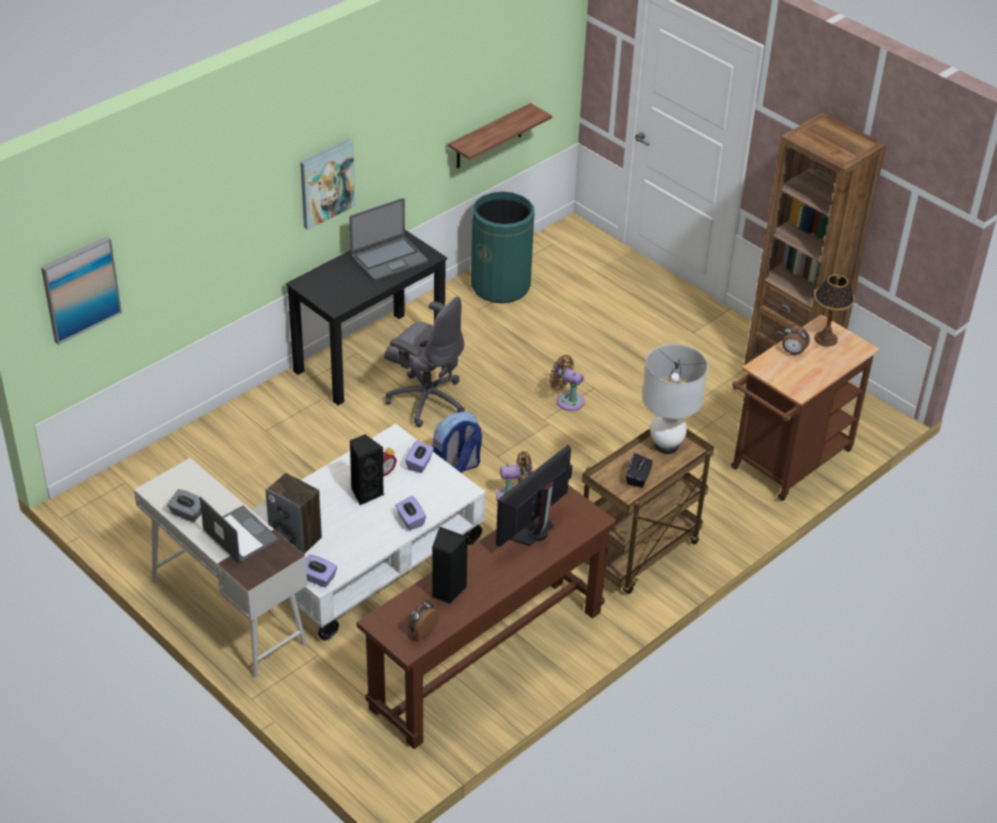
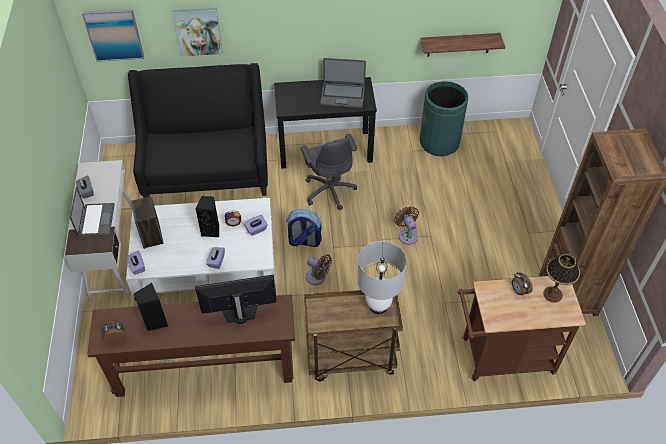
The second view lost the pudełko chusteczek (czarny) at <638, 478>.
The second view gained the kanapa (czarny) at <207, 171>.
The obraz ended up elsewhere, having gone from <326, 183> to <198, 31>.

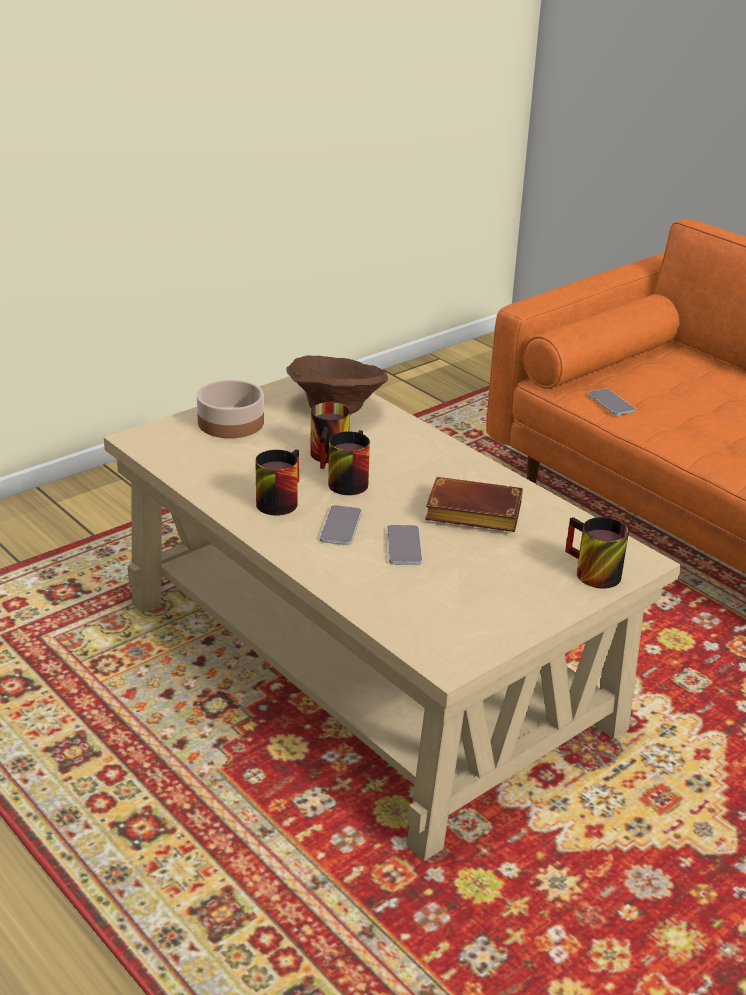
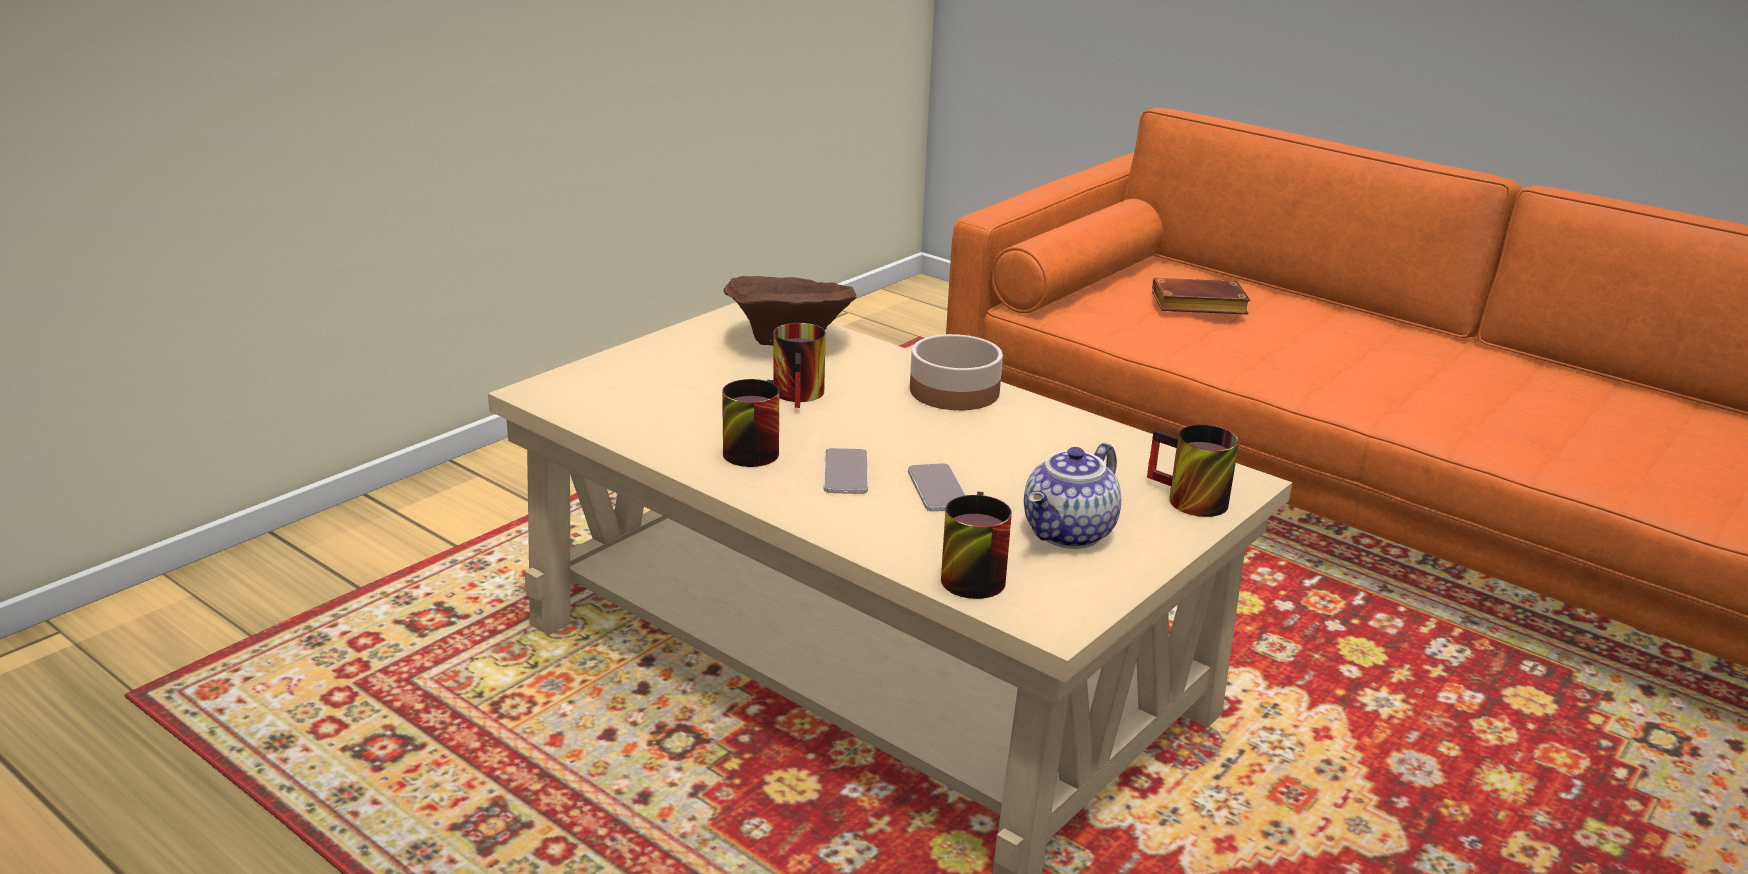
The second view lost the telefon at <611, 403>.
The second view gained the imbryk at <1070, 534>.
The miska ended up elsewhere, having gone from <230, 422> to <953, 391>.
The kubek ended up elsewhere, having gone from <346, 480> to <967, 574>.
The książka (brązowy) ended up elsewhere, having gone from <470, 514> to <1196, 306>.

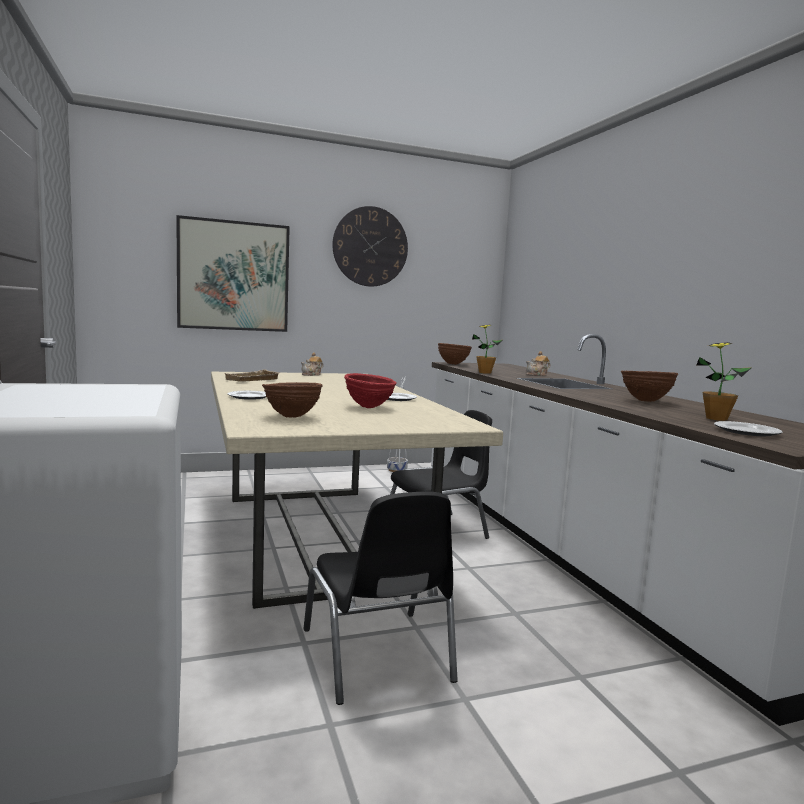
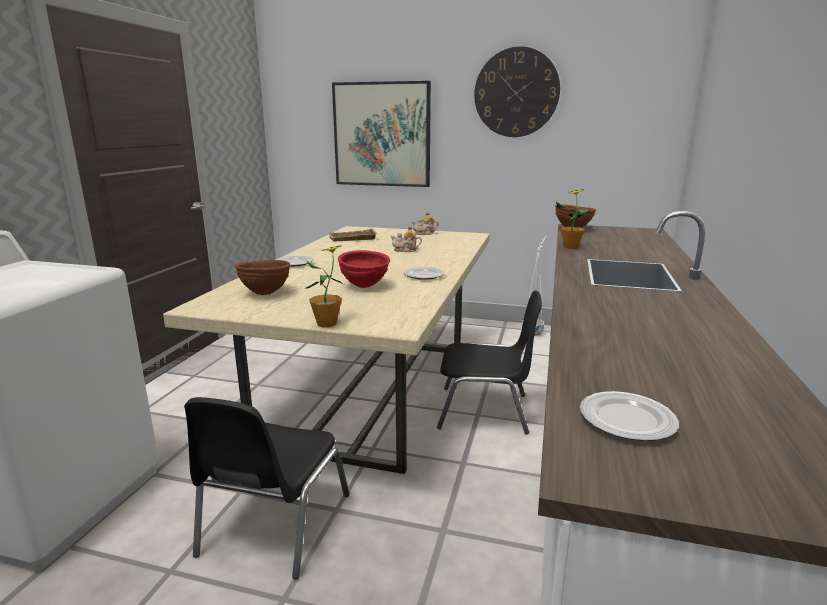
The second view lost the miska (brązowy) at <645, 401>.
The imbryk ended up elsewhere, having gone from <537, 375> to <406, 250>.
The roślina doniczkowa ended up elsewhere, having gone from <716, 418> to <327, 324>.

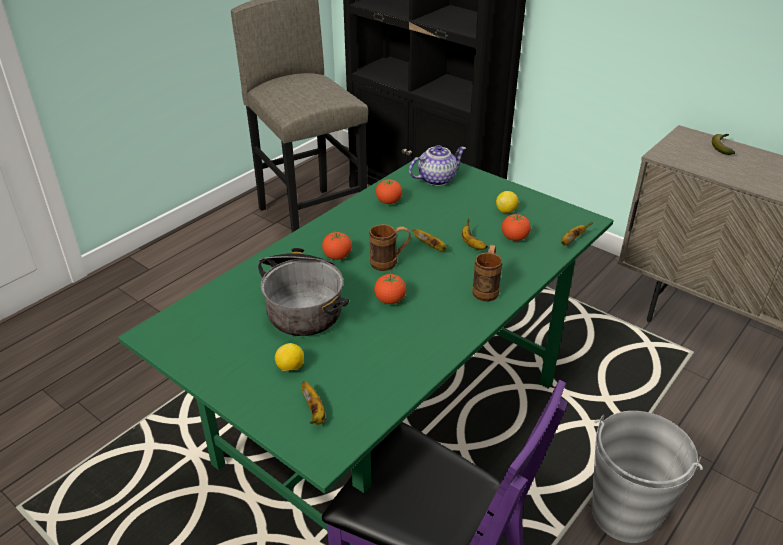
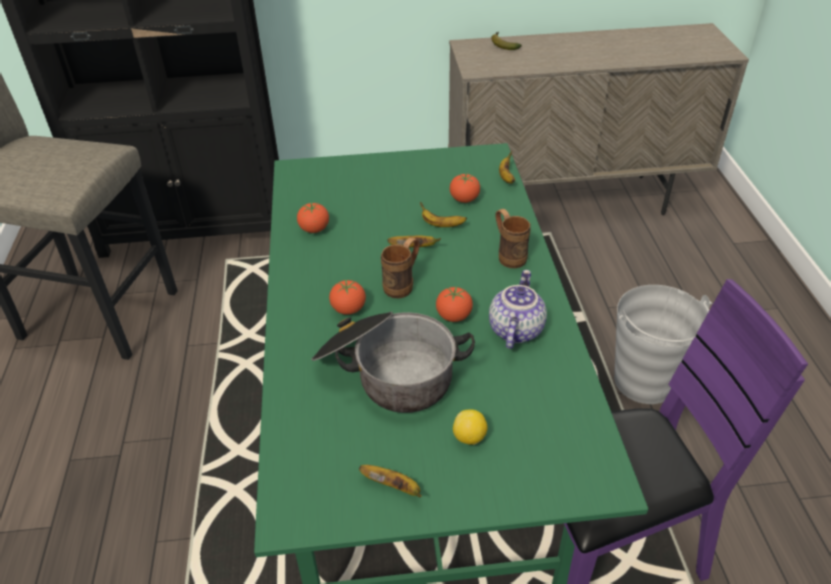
The second view lost the cytryna at <506, 211>.
The banan ended up elsewhere, having gone from <314, 411> to <393, 487>.
The imbryk ended up elsewhere, having gone from <436, 179> to <514, 329>.

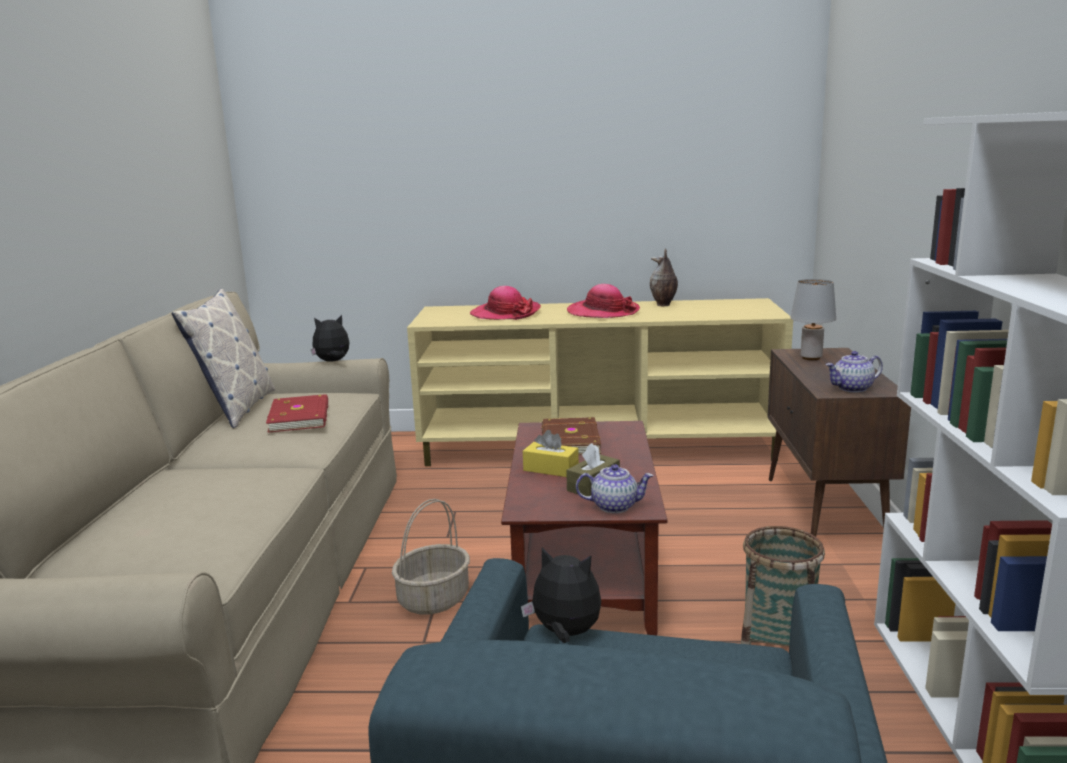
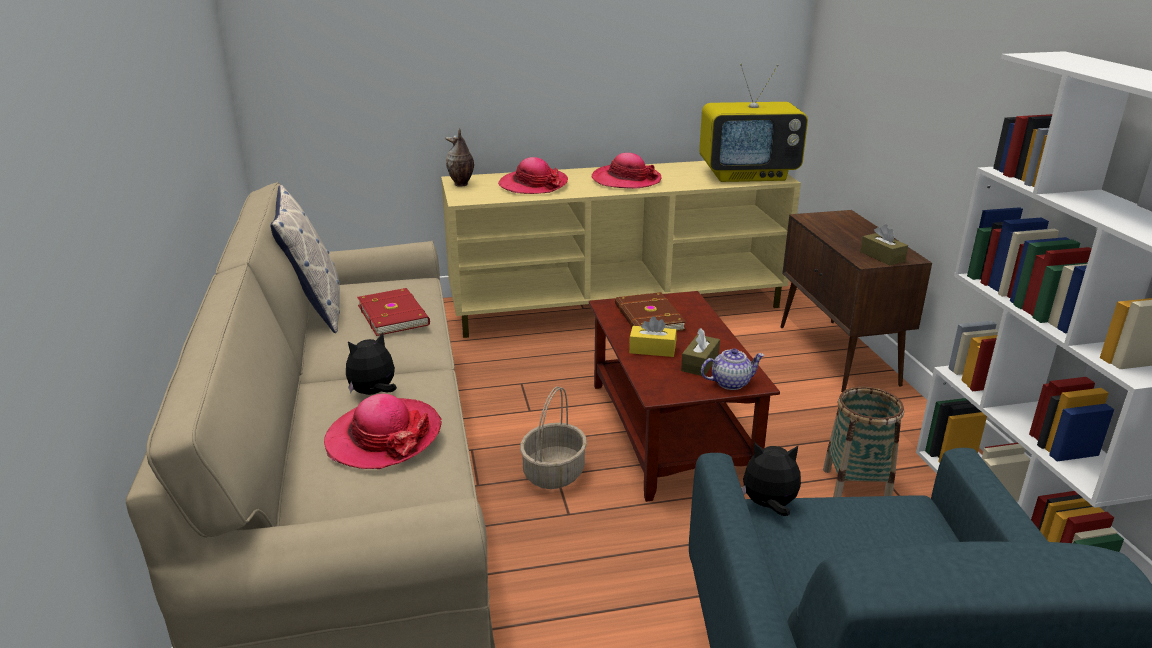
The second view lost the lampa stołowa (szary) at <810, 358>.
The second view gained the kapelusz at <383, 437>.
The second view gained the telewizor at <748, 175>.
The pluszak ended up elsewhere, having gone from <333, 361> to <374, 393>.
The wazon ended up elsewhere, having gone from <663, 305> to <461, 184>.
Where the imbryk stood at <852, 388>, the pudełko chusteczek (brązowy) came to stand at <882, 256>.

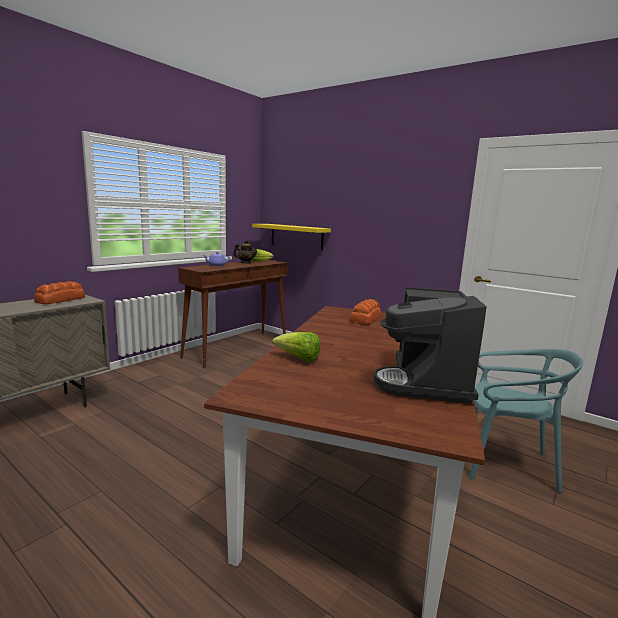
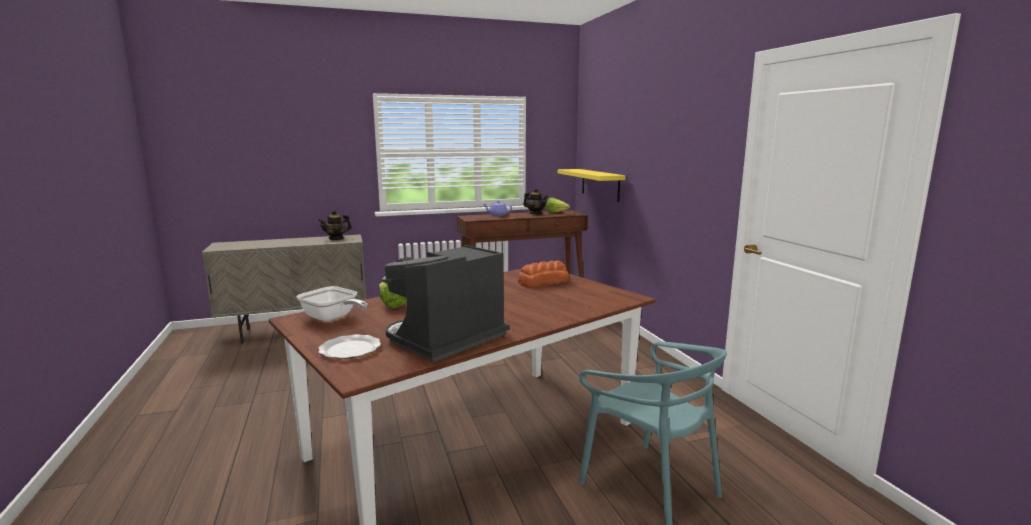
The second view gained the patelnia at <332, 318>.
The second view gained the talerz at <349, 349>.
Where the chleb stood at <61, 300>, the imbryk came to stand at <336, 238>.

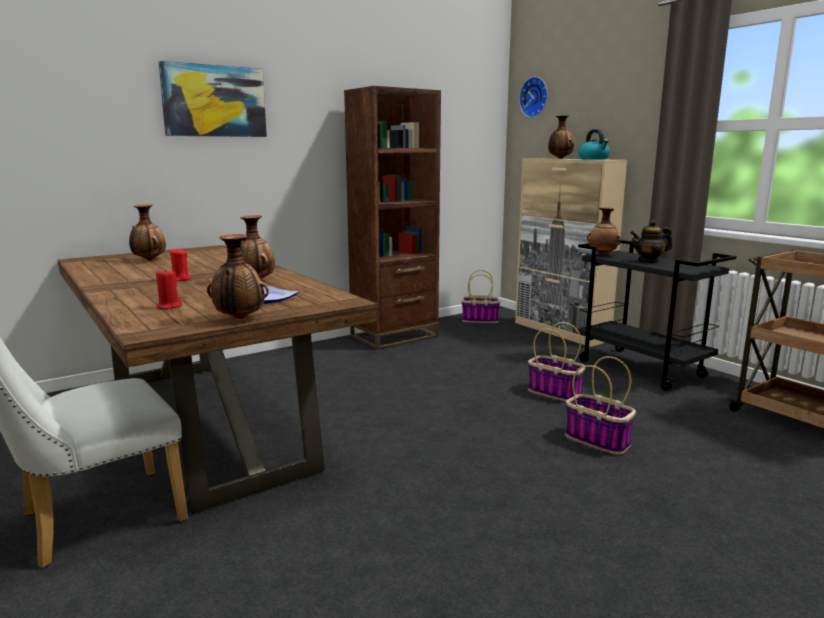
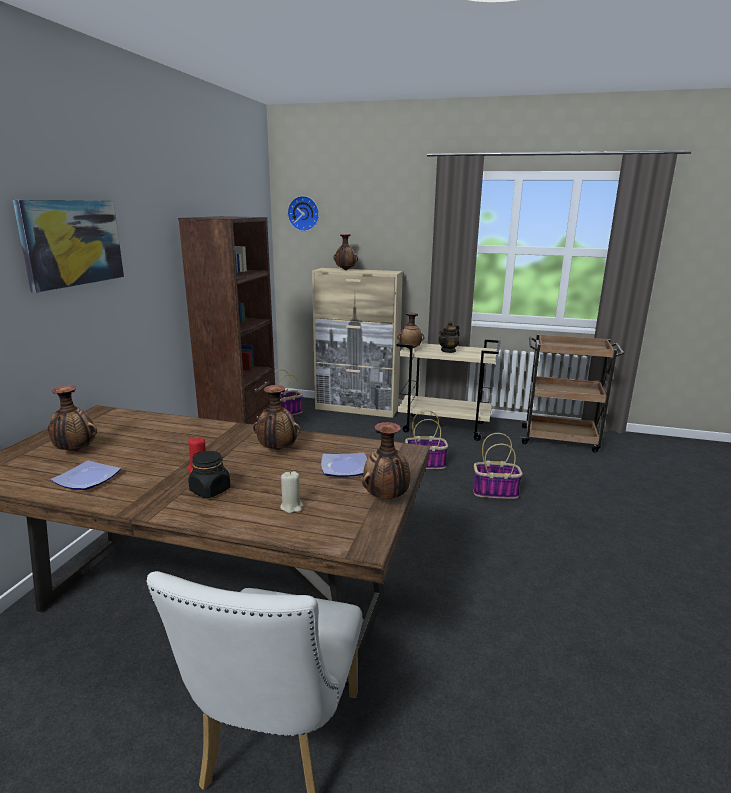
The second view lost the czajnik at <594, 159>.
The second view gained the talerz at <87, 478>.
The second view gained the słoik (czarny) at <210, 490>.
What was the świeca (czerwony) at <169, 306> turned into the świeca (beżowy) at <291, 507>.
What was the wózek (czarny) at <642, 369> turned into the wózek (beżowy) at <444, 427>.

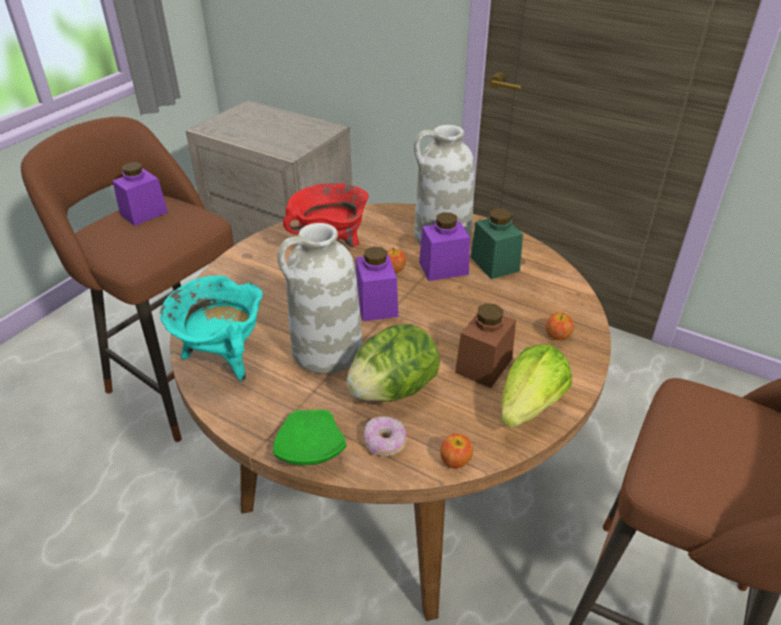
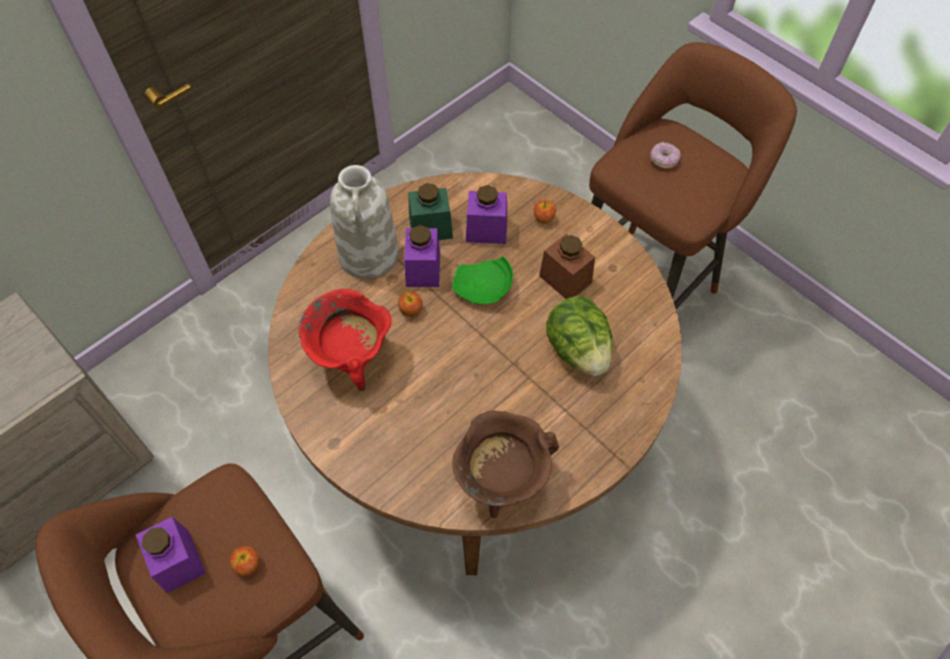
The second view lost the wazon (biały) at <326, 351>.
The second view lost the sałata at <530, 406>.
The talerz (zielony) ended up elsewhere, having gone from <309, 450> to <483, 289>.
The słoik (fioletowy) ended up elsewhere, having gone from <376, 305> to <486, 230>.
The donut ended up elsewhere, having gone from <384, 443> to <663, 160>.
The jabłko ended up elsewhere, having gone from <455, 461> to <248, 564>.
What was the garnek (turkusowy) at <223, 357> turned into the garnek (brązowy) at <501, 480>.

